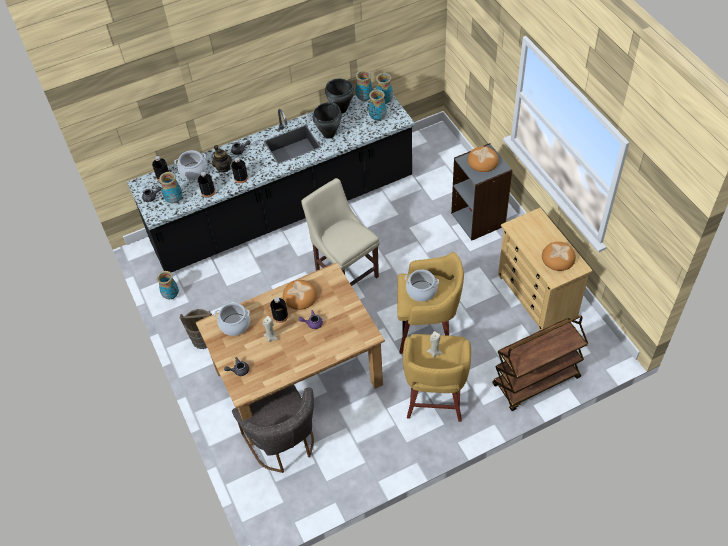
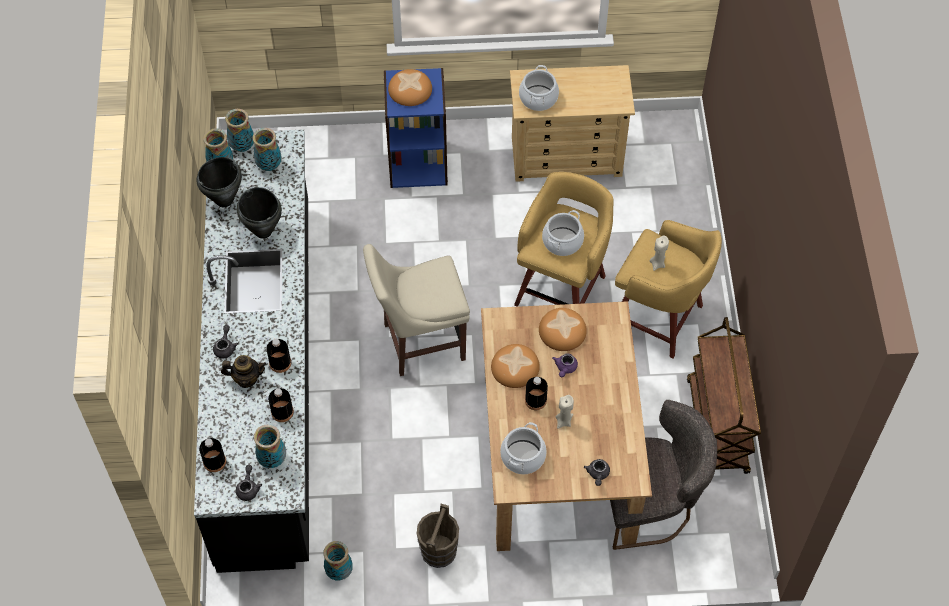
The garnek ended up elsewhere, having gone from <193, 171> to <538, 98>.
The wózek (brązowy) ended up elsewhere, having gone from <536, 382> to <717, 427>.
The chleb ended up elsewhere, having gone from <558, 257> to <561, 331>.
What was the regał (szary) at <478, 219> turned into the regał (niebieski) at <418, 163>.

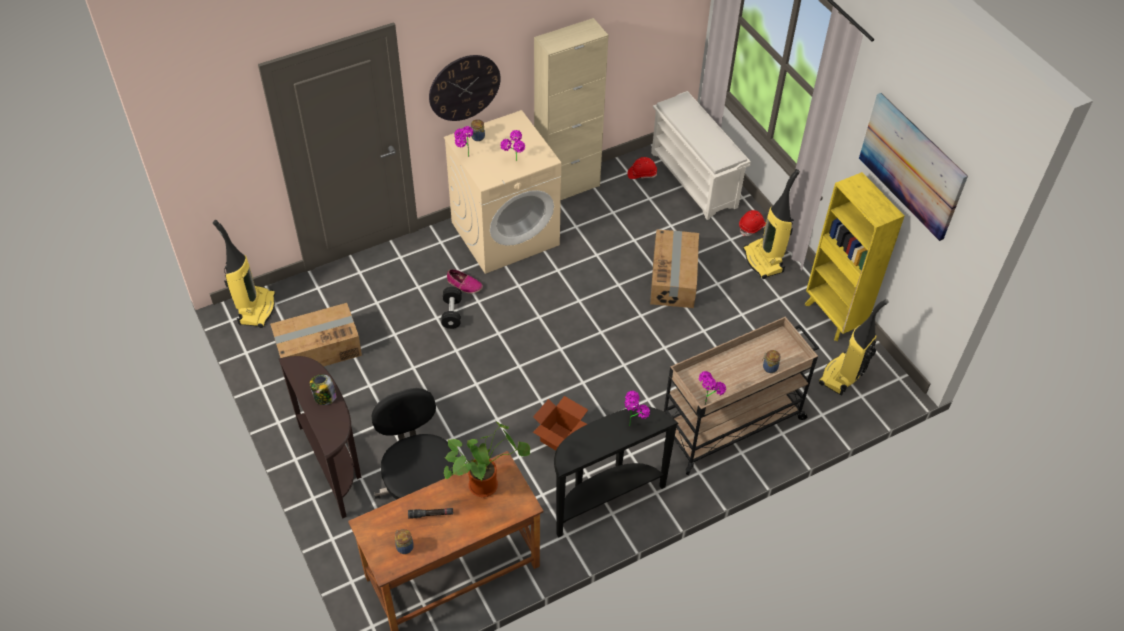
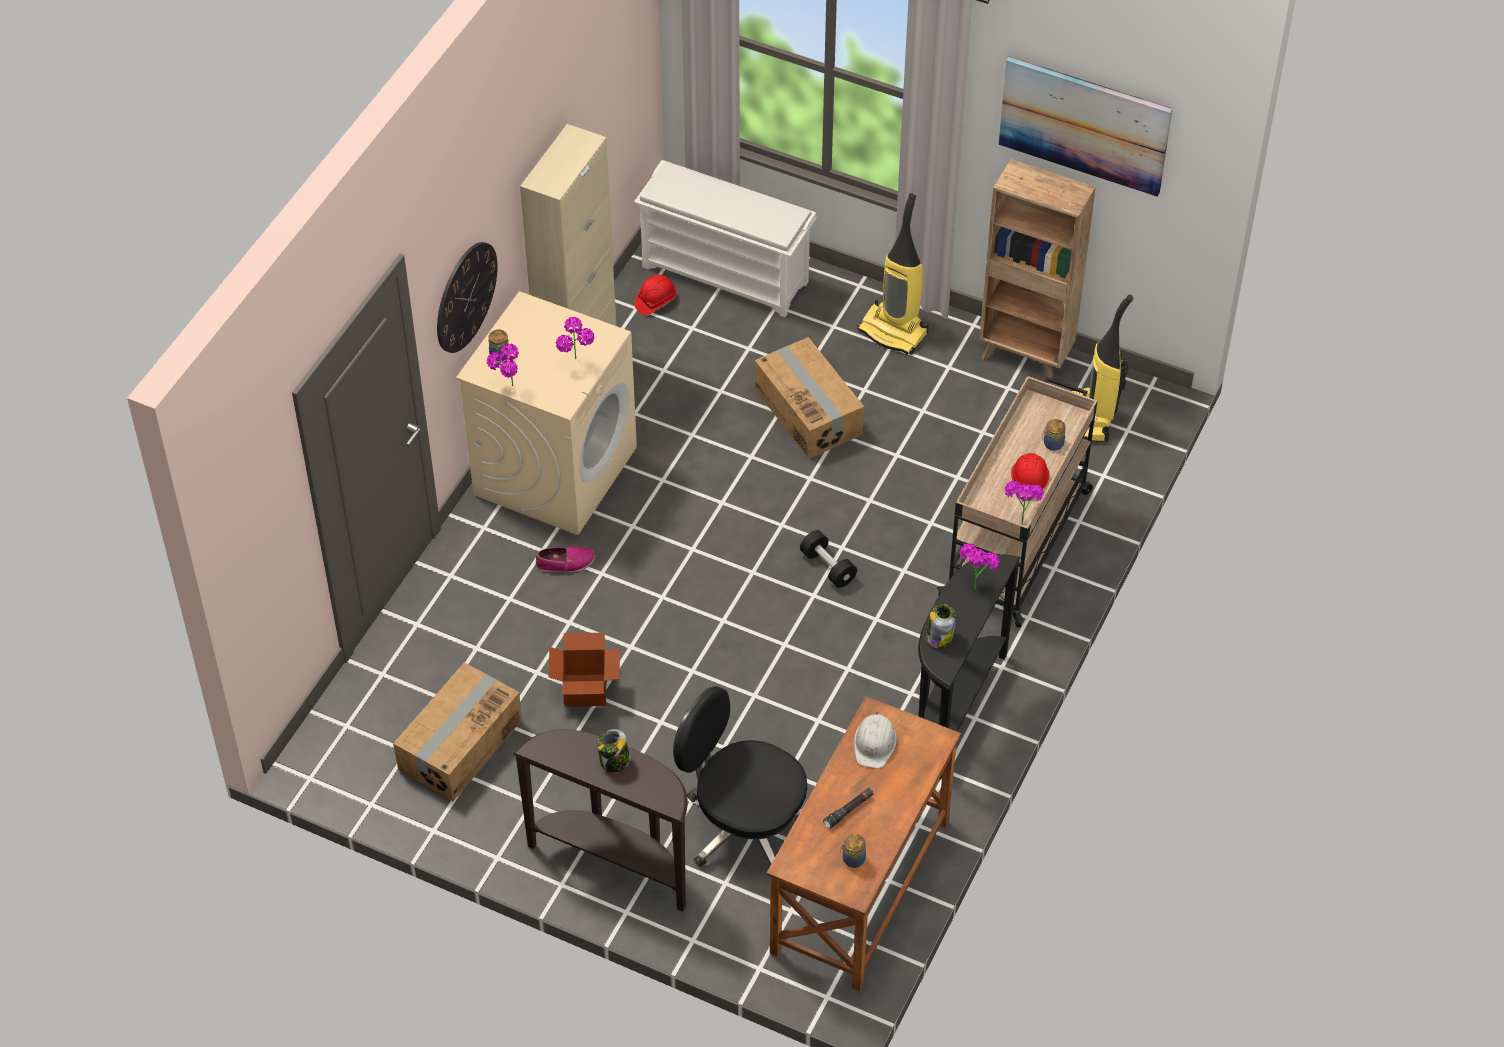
The second view lost the odkurzacz at <256, 308>.
The second view gained the słoik at <939, 636>.
The hantel (czarny) ended up elsewhere, having gone from <452, 313> to <828, 567>.
The karton ended up elsewhere, having gone from <559, 439> to <585, 690>.
The kask (czerwony) ended up elsewhere, having gone from <752, 227> to <1029, 480>.
Where the roślina doniczkowa stood at <485, 483>, the kask (biały) came to stand at <875, 743>.
What was the regał (żółty) at <833, 317> turned into the regał (brązowy) at <1026, 356>.

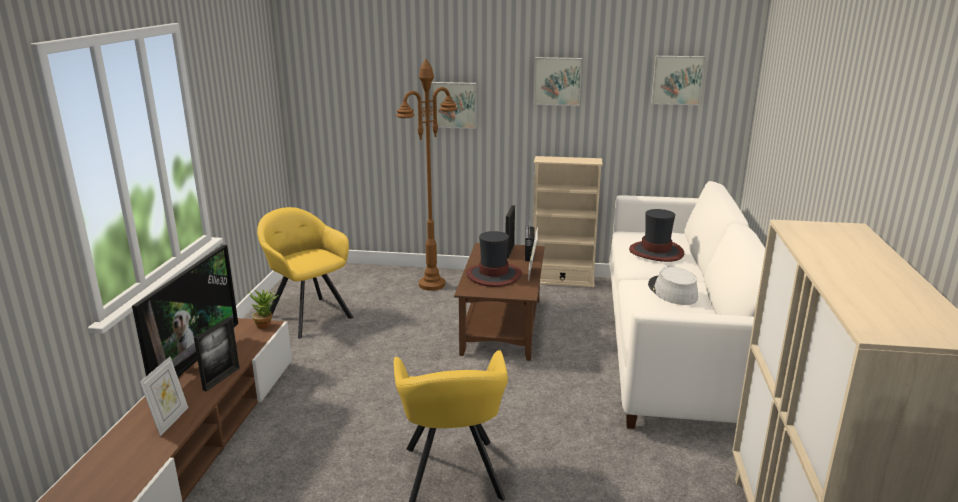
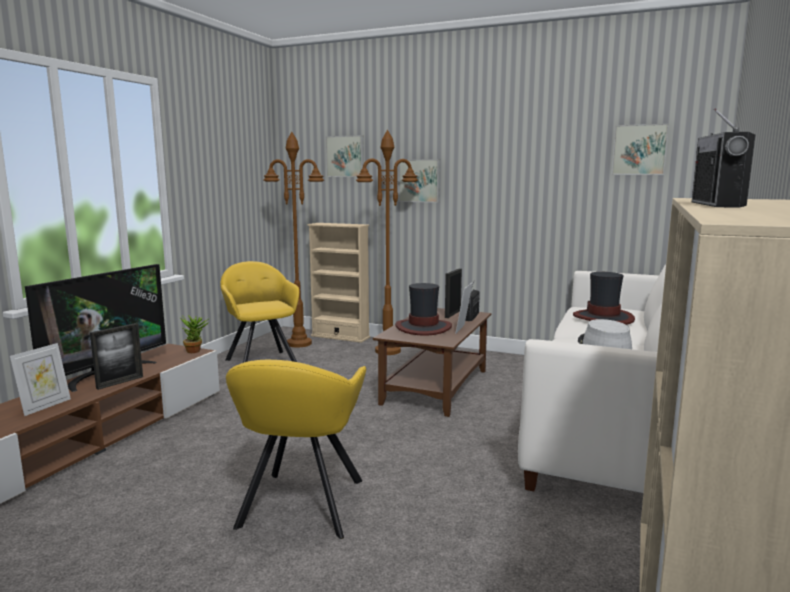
The second view gained the lampa stojąca (brązowy) at <299, 343>.
The second view gained the radio at <716, 205>.
The regał (beżowy) ended up elsewhere, having gone from <562, 281> to <340, 337>.
The obraz ended up elsewhere, having gone from <557, 81> to <345, 156>.

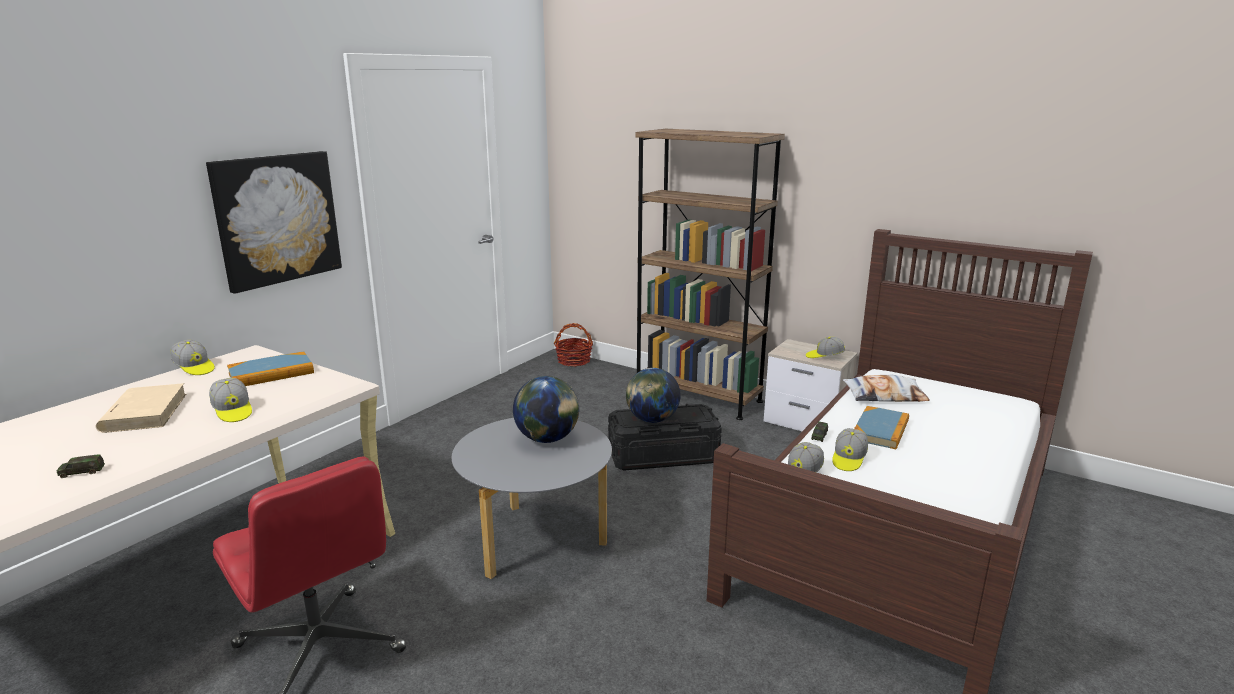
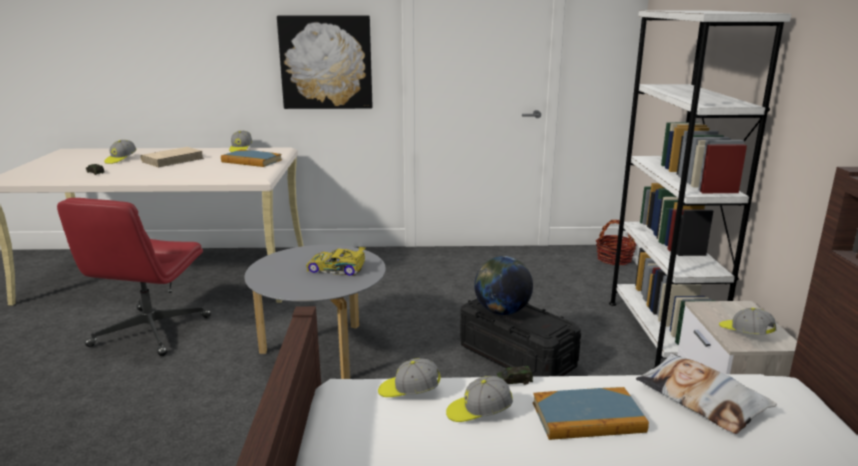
The czapka z daszkiem ended up elsewhere, having gone from <233, 411> to <120, 159>.
Where the globus stood at <547, 439>, the samochodzik came to stand at <337, 268>.
What was the regał (brązowy) at <698, 396> turned into the regał (biały) at <660, 334>.

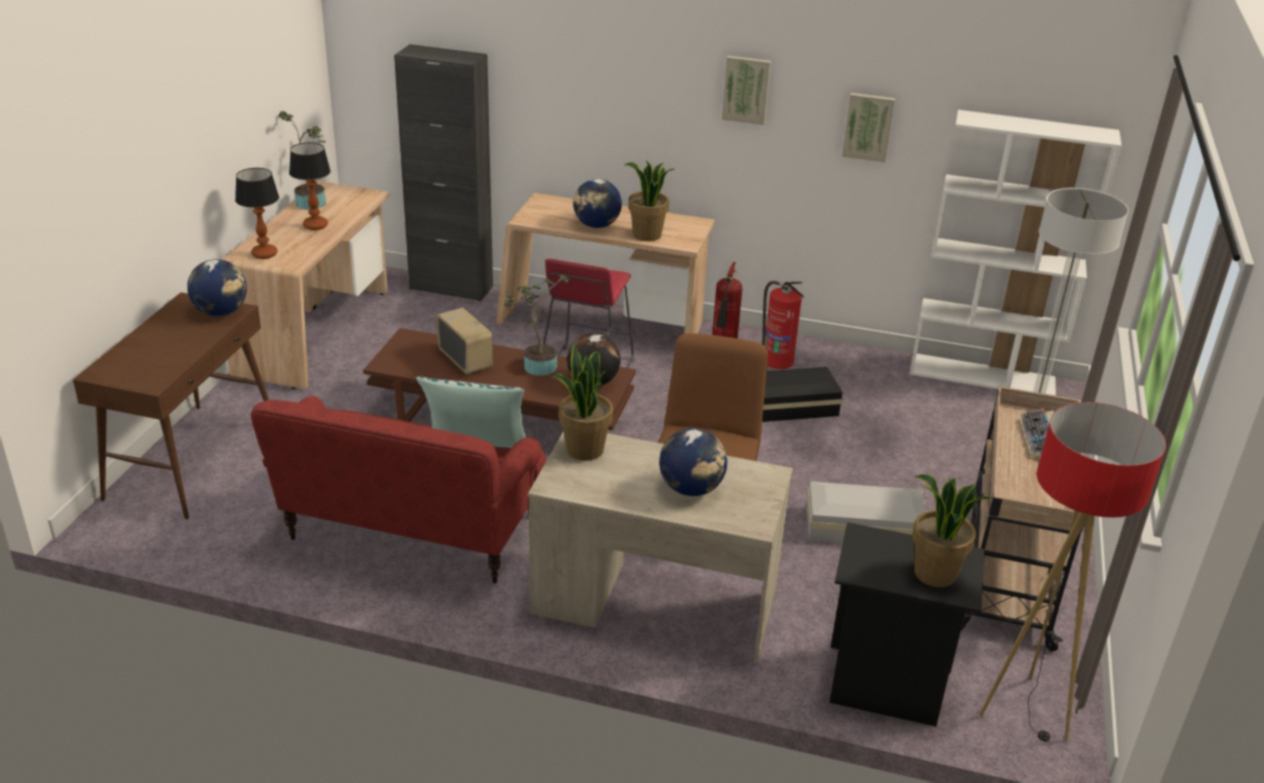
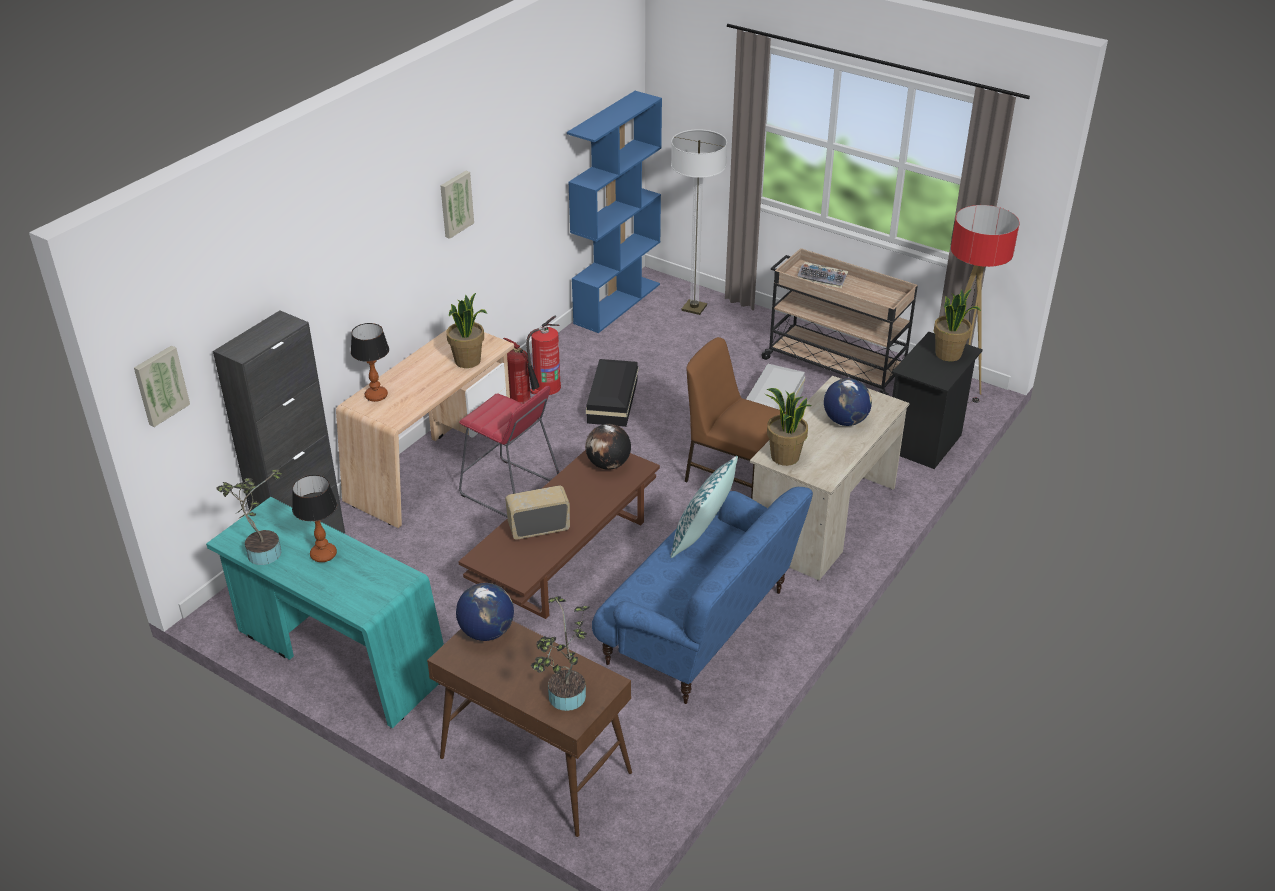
The second view lost the globus at <596, 225>.
The lampa stołowa ended up elsewhere, having gone from <265, 254> to <376, 395>.
The roślina doniczkowa ended up elsewhere, having gone from <536, 366> to <564, 699>.
The obraz ended up elsewhere, having gone from <868, 126> to <160, 385>.
What was the biurko (beżowy) at <318, 333> turned into the biurko (turkusowy) at <338, 655>.
What was the kanapa (czerwony) at <411, 531> turned into the kanapa (niebieski) at <700, 629>.
What was the regał (biały) at <983, 376> turned into the regał (niebieski) at <617, 303>.

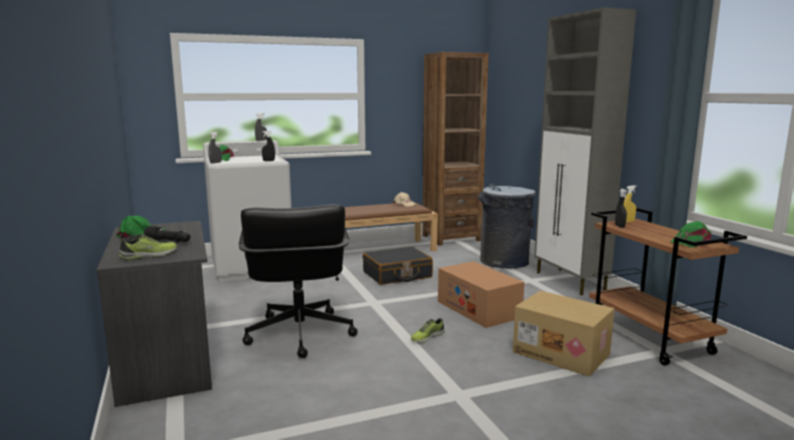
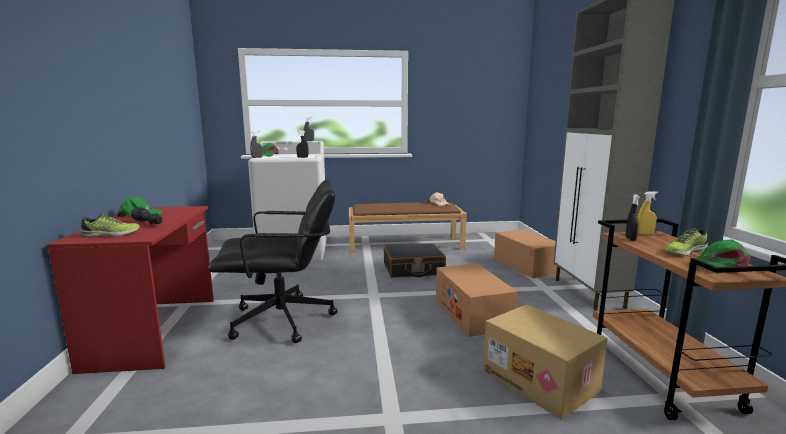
The second view lost the regał (brązowy) at <451, 238>.
The but ended up elsewhere, having gone from <427, 337> to <684, 251>.
Where the kosz na śmieci (szary) stood at <504, 262>, the karton came to stand at <526, 265>.
What was the biurko (szary) at <168, 359> turned into the biurko (czerwony) at <157, 331>.
The krzesło biurowe (czarny) at <299, 334> ended up facing another way, 105 degrees counterclockwise from before.

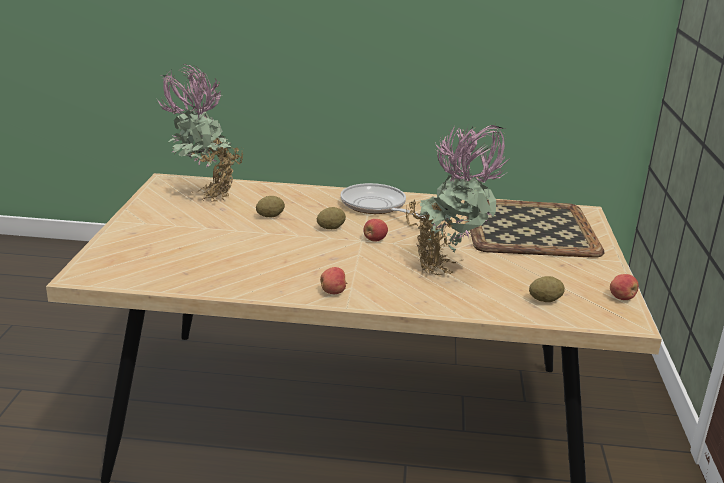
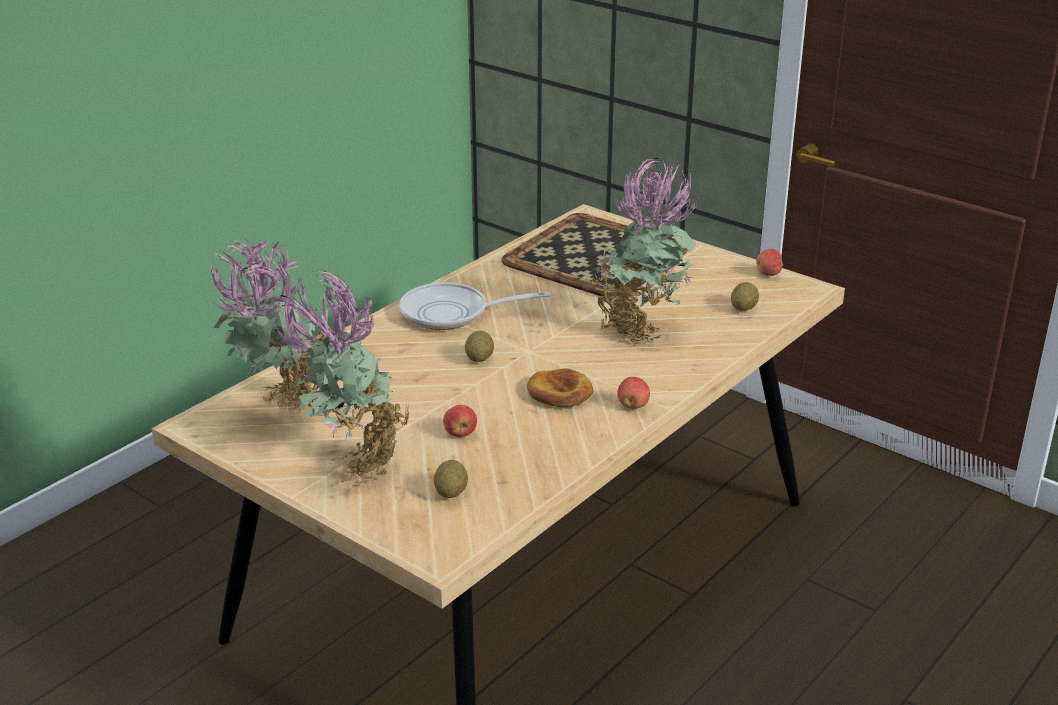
The second view gained the roślina doniczkowa at <352, 463>.
The second view gained the chleb at <560, 393>.
The ziemniak ended up elsewhere, having gone from <270, 216> to <451, 492>.
The jabłko ended up elsewhere, having gone from <374, 240> to <460, 433>.

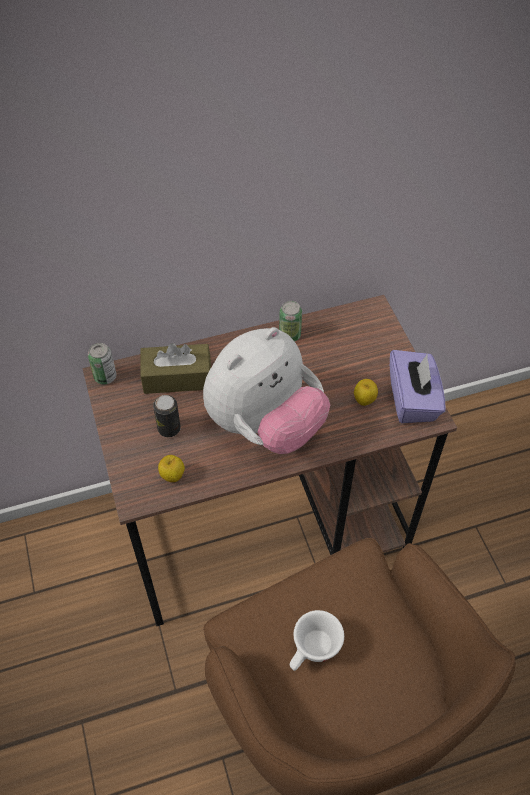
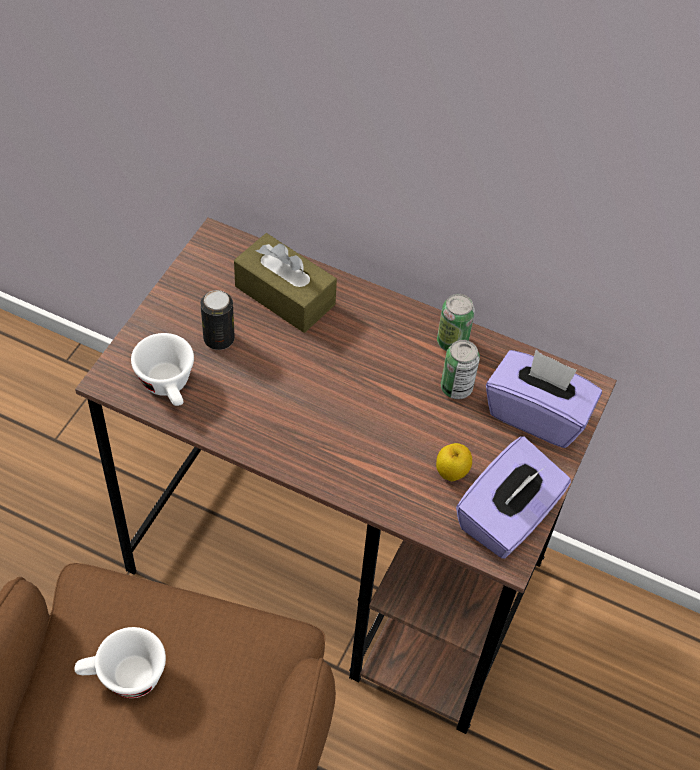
The second view lost the pluszak at <265, 425>.
The second view gained the pudełko chusteczek (fioletowy) at <537, 414>.
The puszka ended up elsewhere, having gone from <105, 377> to <456, 388>.
Where the jabłko stood at <172, 476>, the filiżanka (biały) came to stand at <169, 387>.

